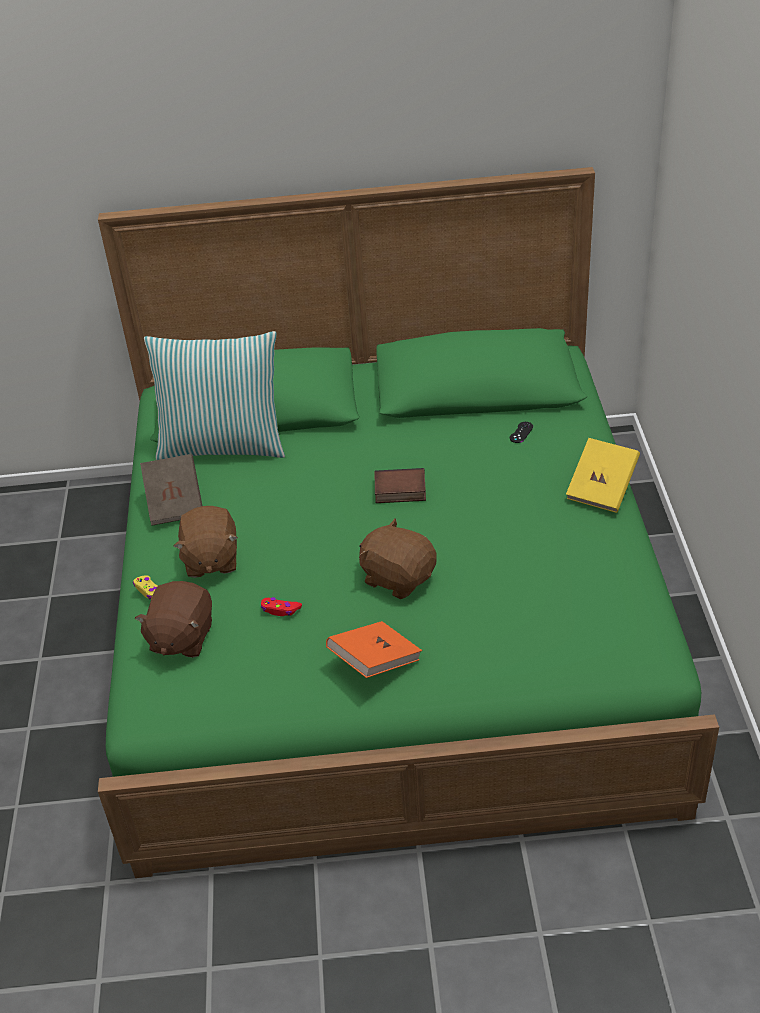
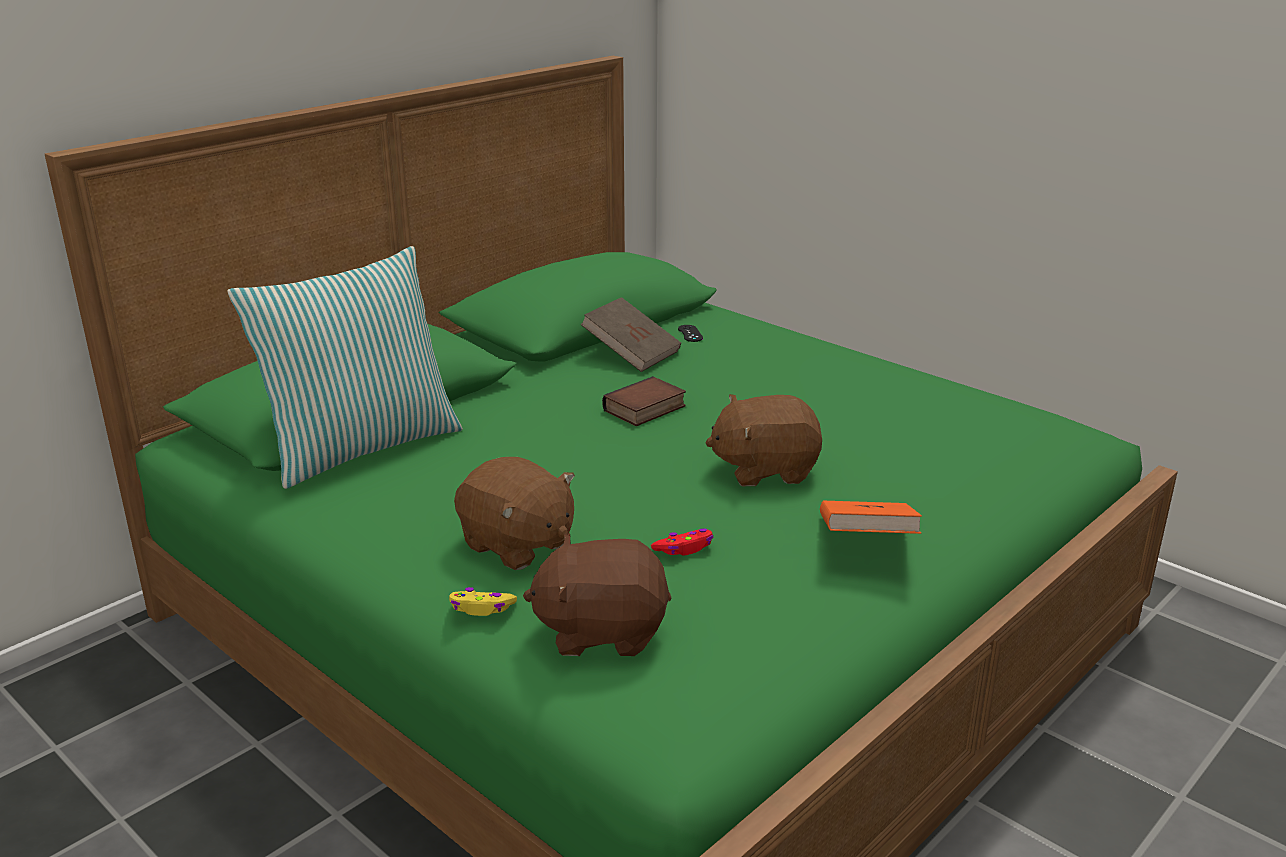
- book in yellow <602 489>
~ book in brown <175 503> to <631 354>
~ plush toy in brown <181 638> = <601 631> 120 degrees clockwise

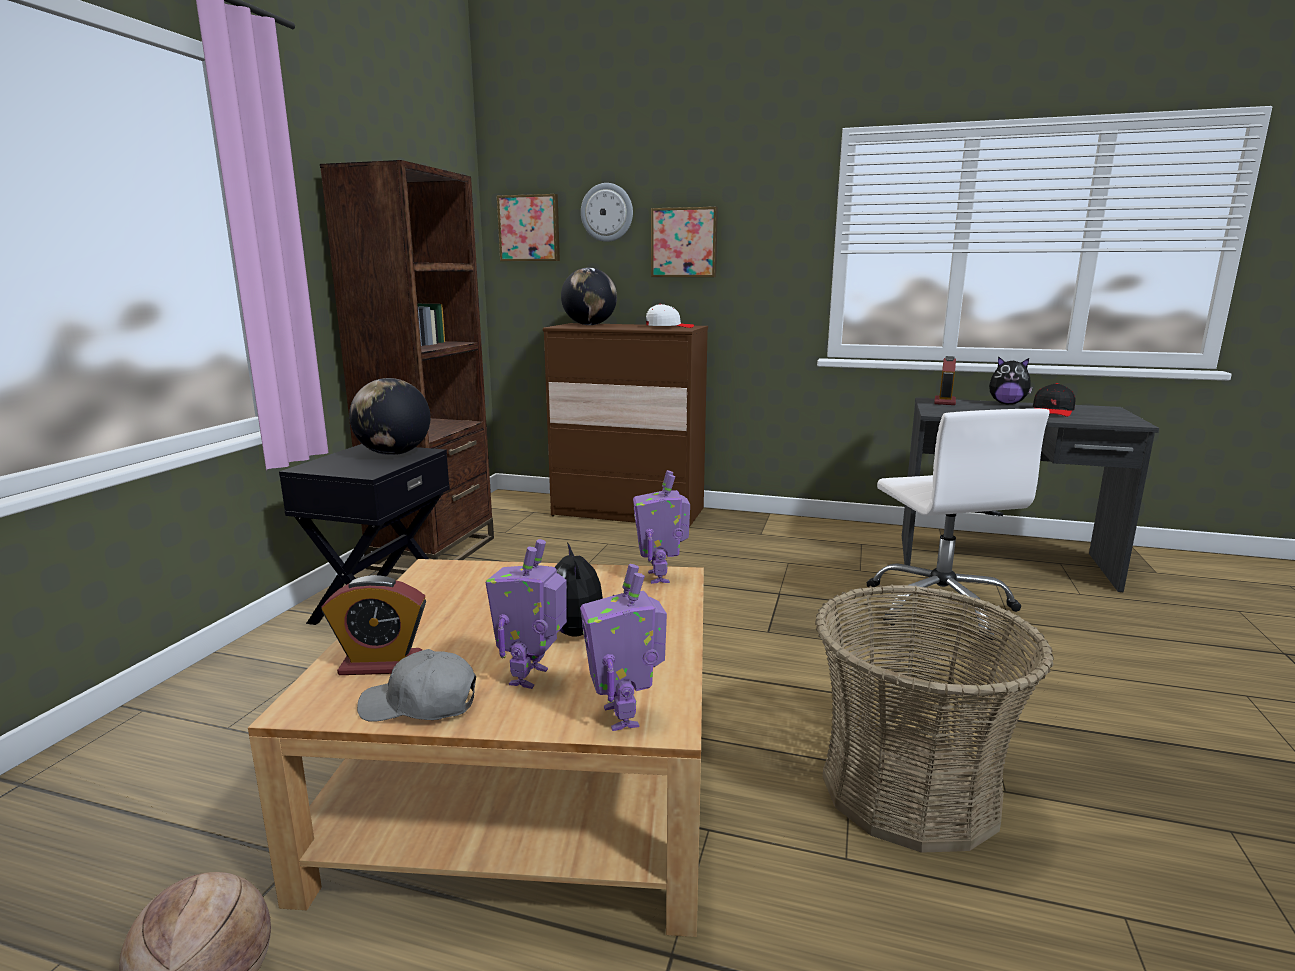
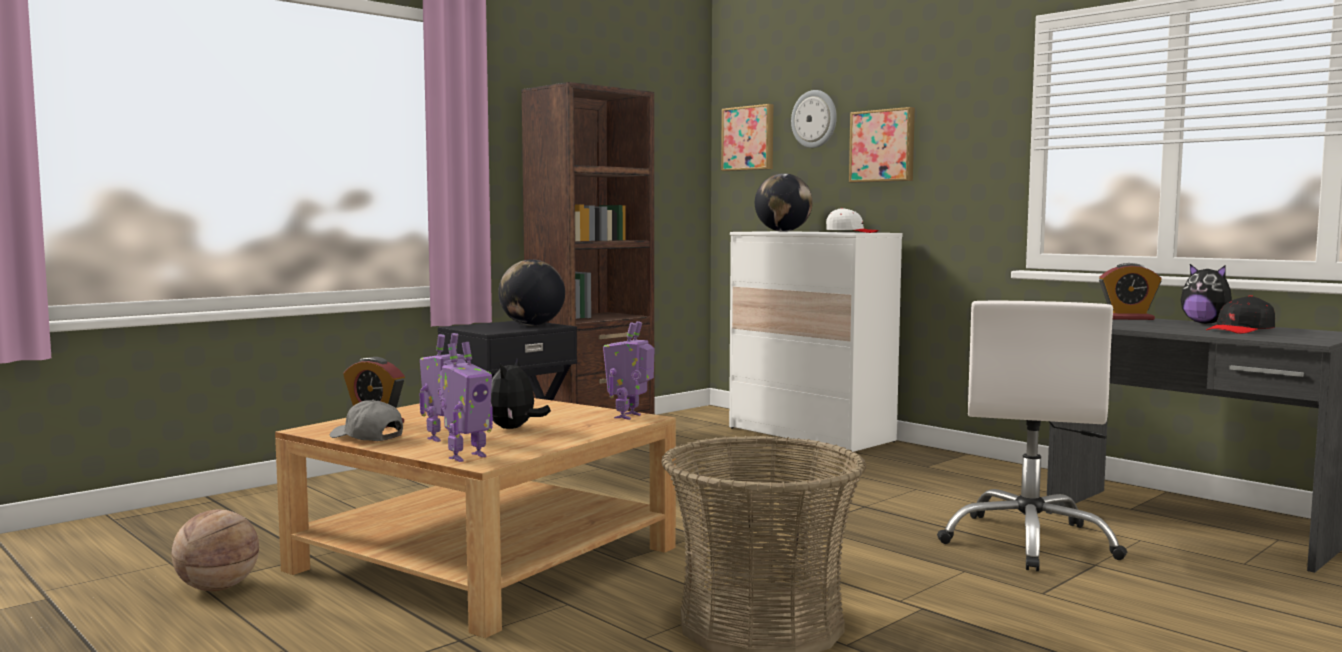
~ dresser in brown <628 512> to dresser in white <810 435>
~ toy robot <624 716> = <466 457> 150 degrees counterclockwise
~ alarm clock <944 402> = <1128 318> 45 degrees clockwise

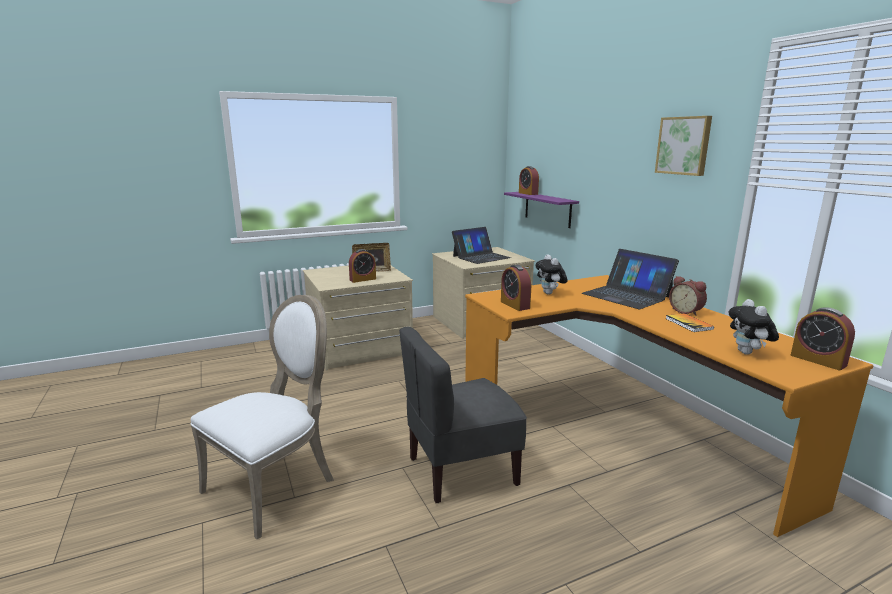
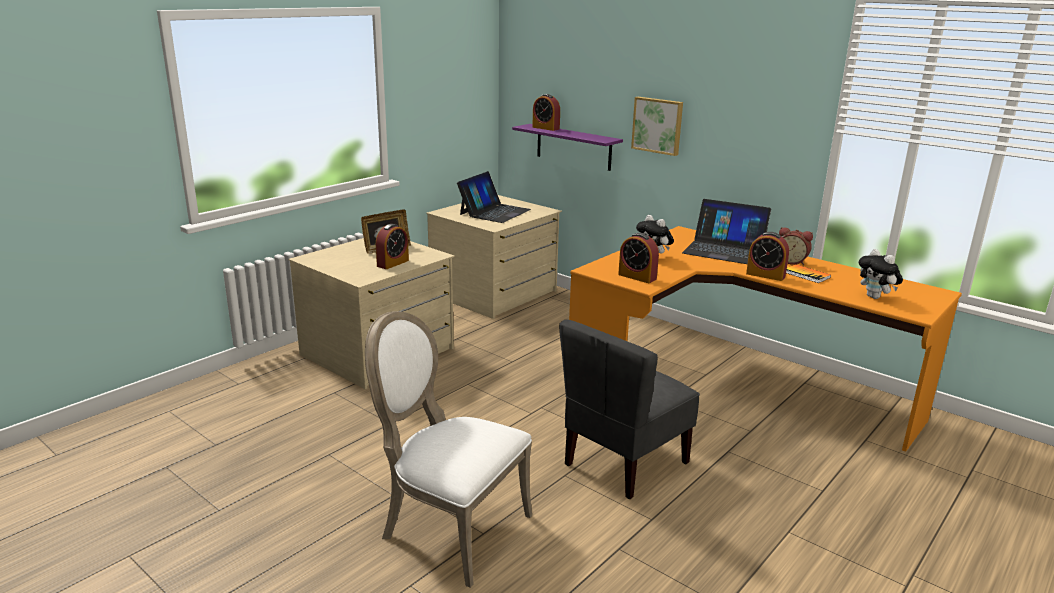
~ picture <684 145> to <658 125>
~ alarm clock <818 360> to <765 275>
~ chair in white <275 485> = <450 528> 75 degrees counterclockwise

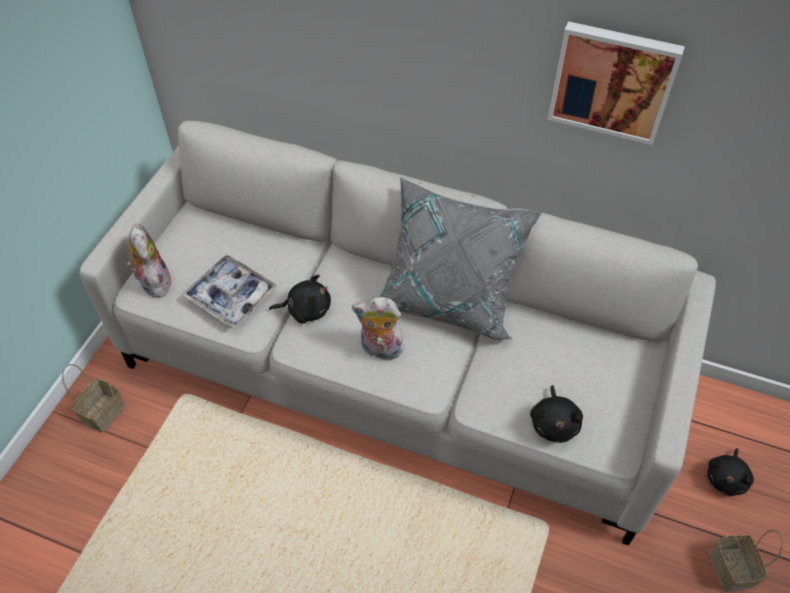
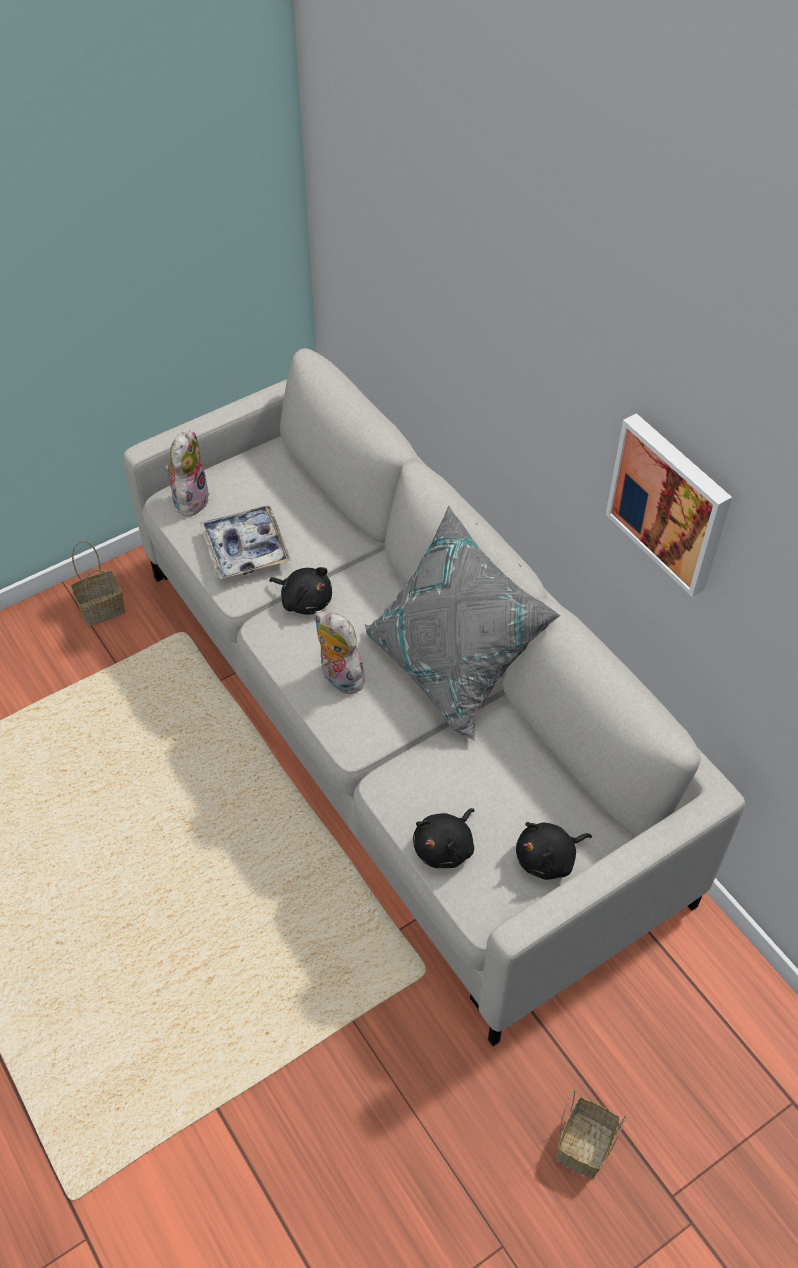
~ plush toy in black <726 478> to <548 858>

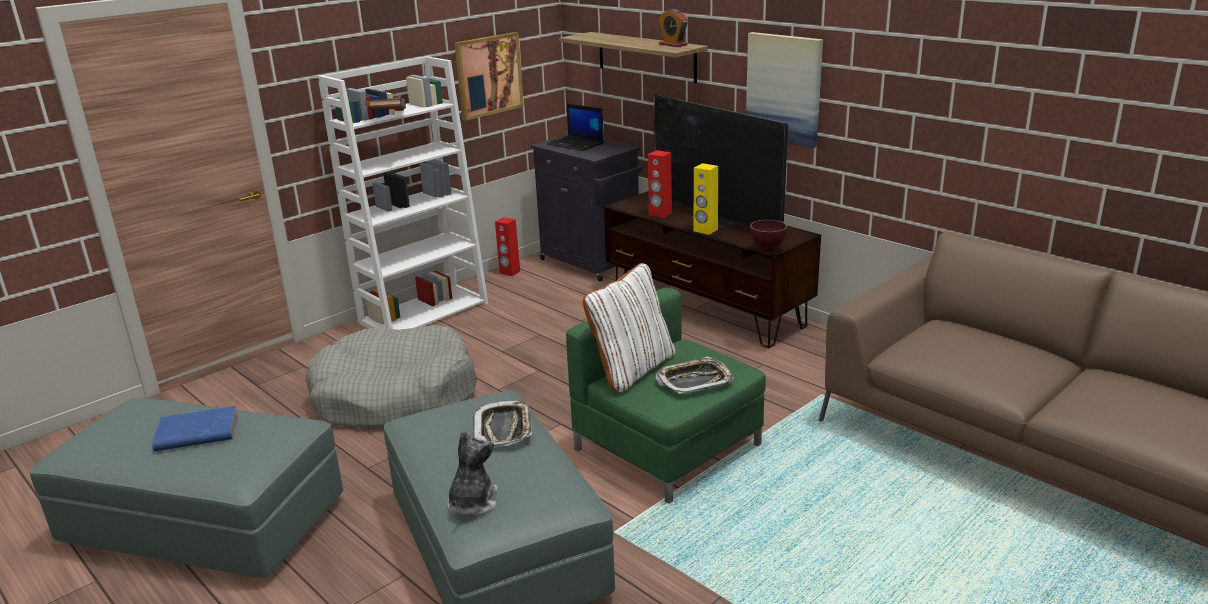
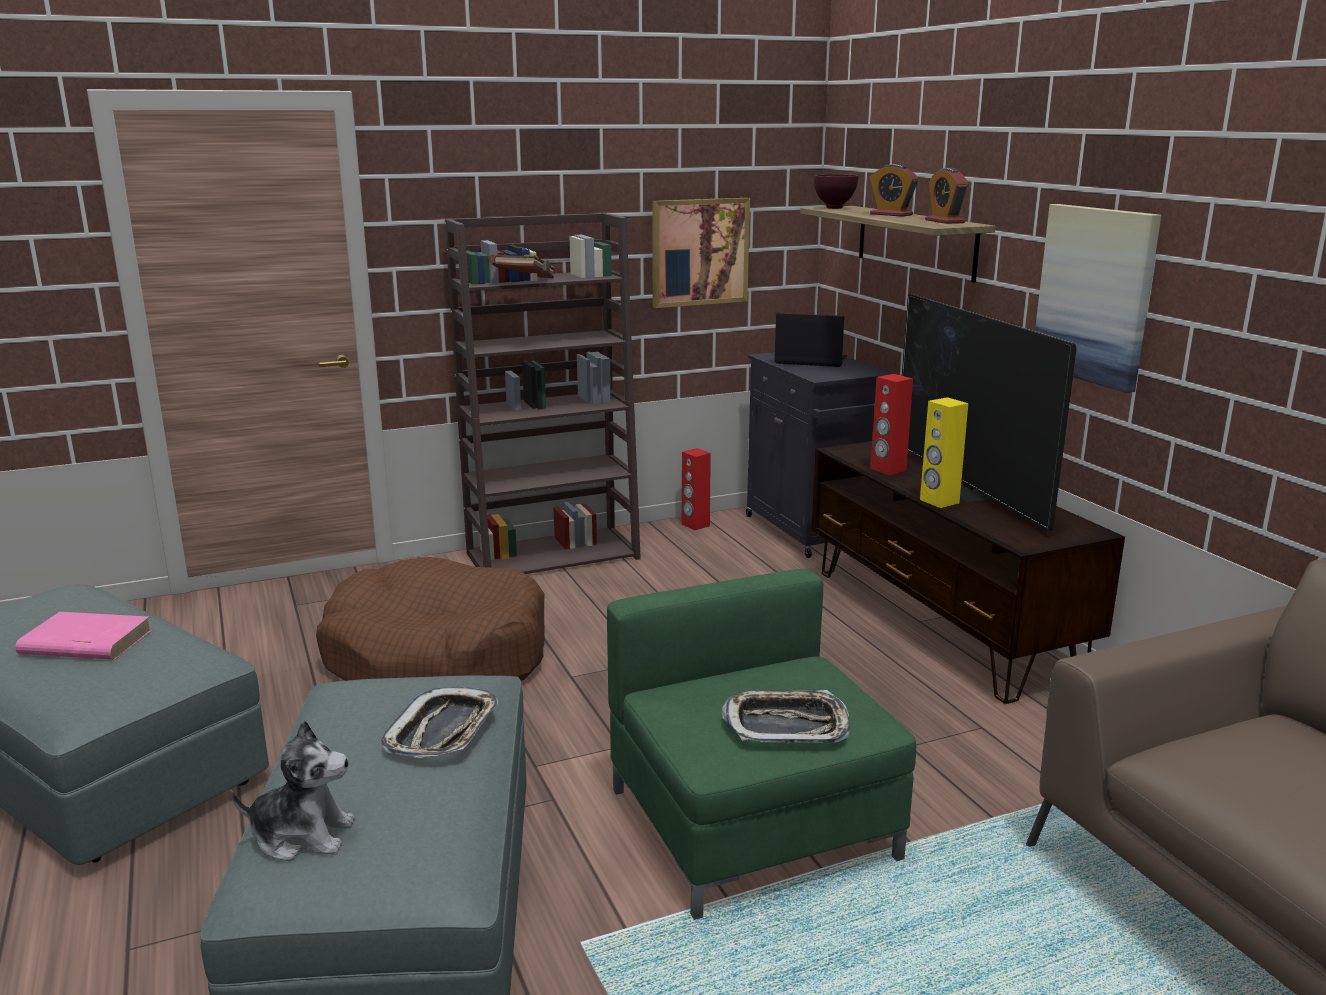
- pillow in white <632 369>
+ alarm clock <891 214>
~ bowl in brown <768 250> to <834 208>
~ book in blue <196 434> to book in pink <85 643>
~ dog bed in grey <395 396> to dog bed in brown <437 656>
~ bookcase in white <424 312> to bookcase in brown <554 555>
~ plush toy <472 503> = <302 835> 60 degrees clockwise
~ laptop <576 144> = <809 360> 135 degrees clockwise

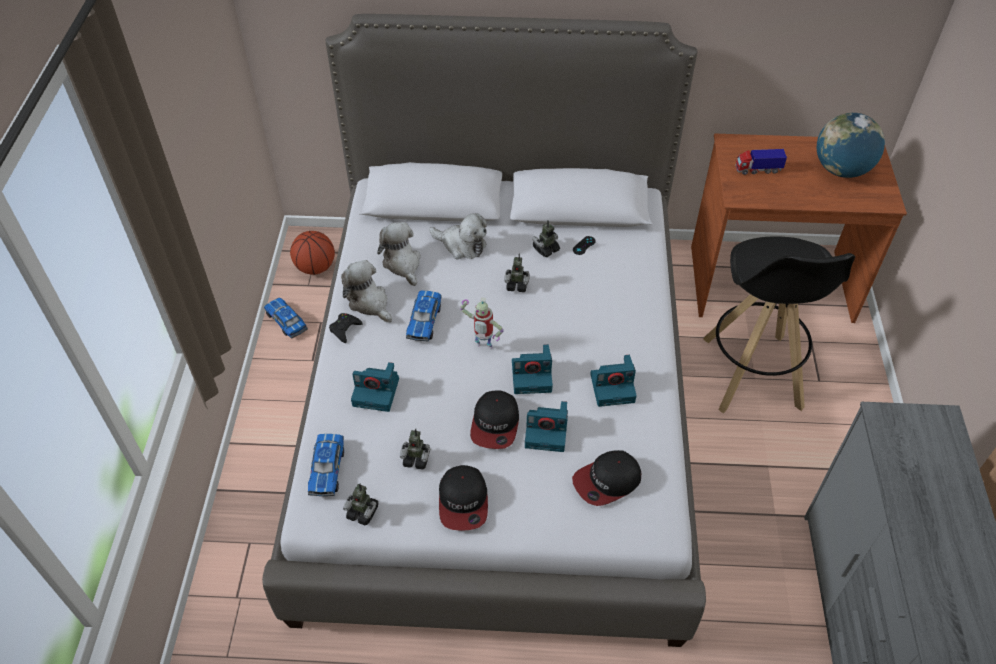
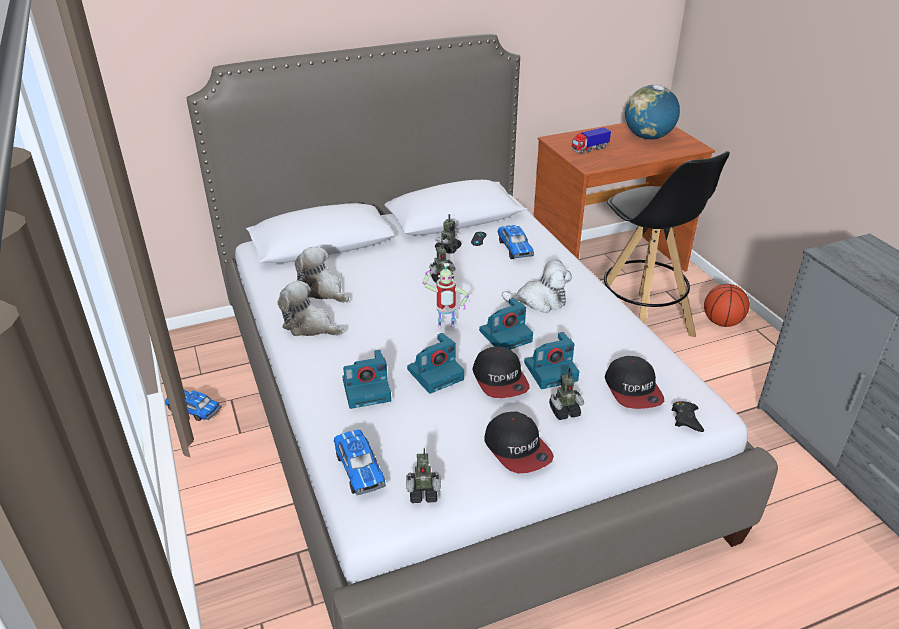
~ basketball <315 268> to <722 322>
~ game controller in black <345 329> to <686 419>
~ toy robot <416 458> to <564 411>
~ toy car <424 320> to <515 248>
~ plush toy <461 245> to <540 301>
~ photo camera <613 387> to <436 373>
~ cap <607 481> = <633 390> 45 degrees counterclockwise

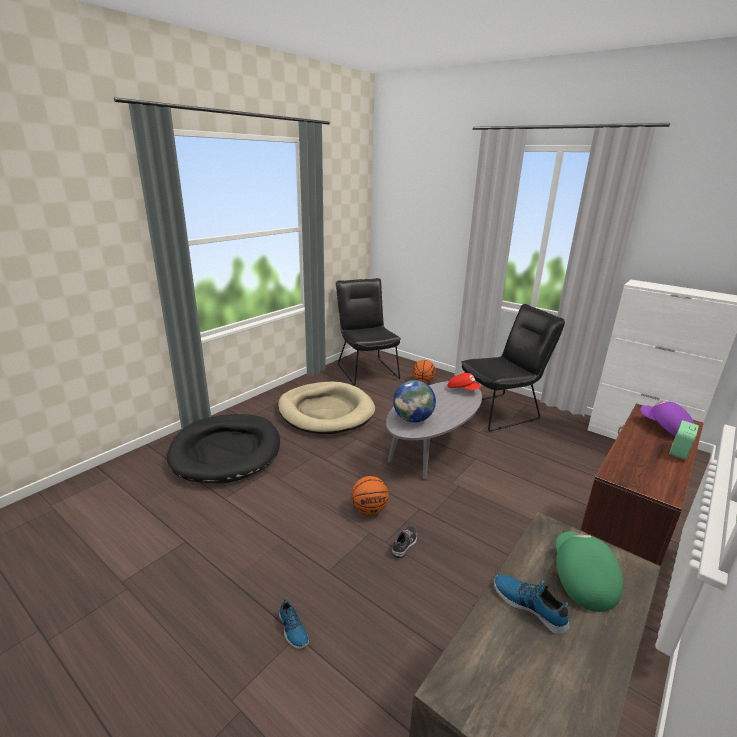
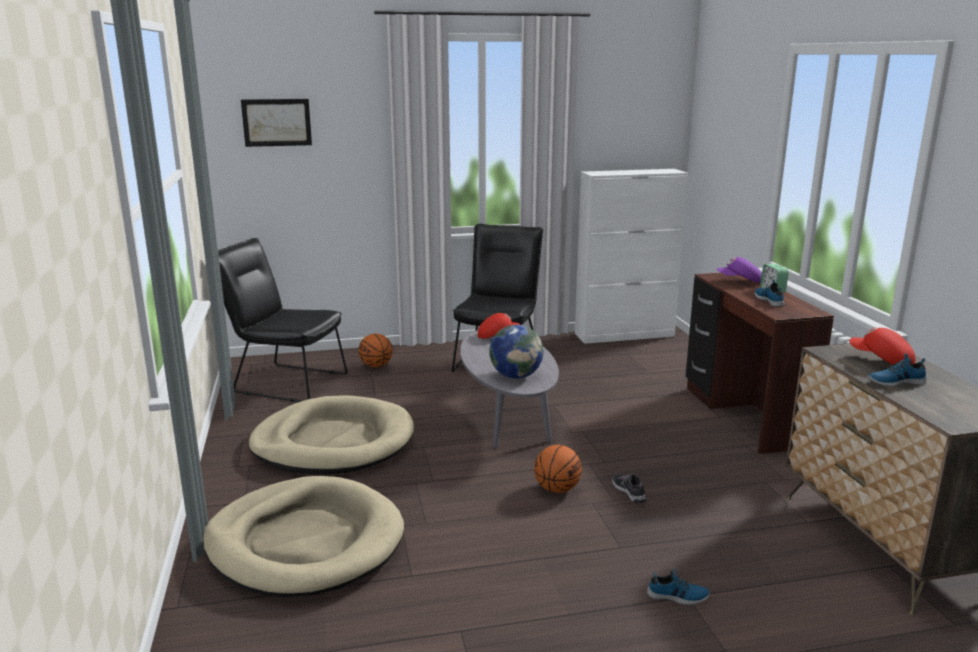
+ picture <277 122>
+ shoe <769 300>
~ dog bed in black <226 451> to dog bed in beige <305 542>
~ cap in green <581 578> to cap in red <881 361>

